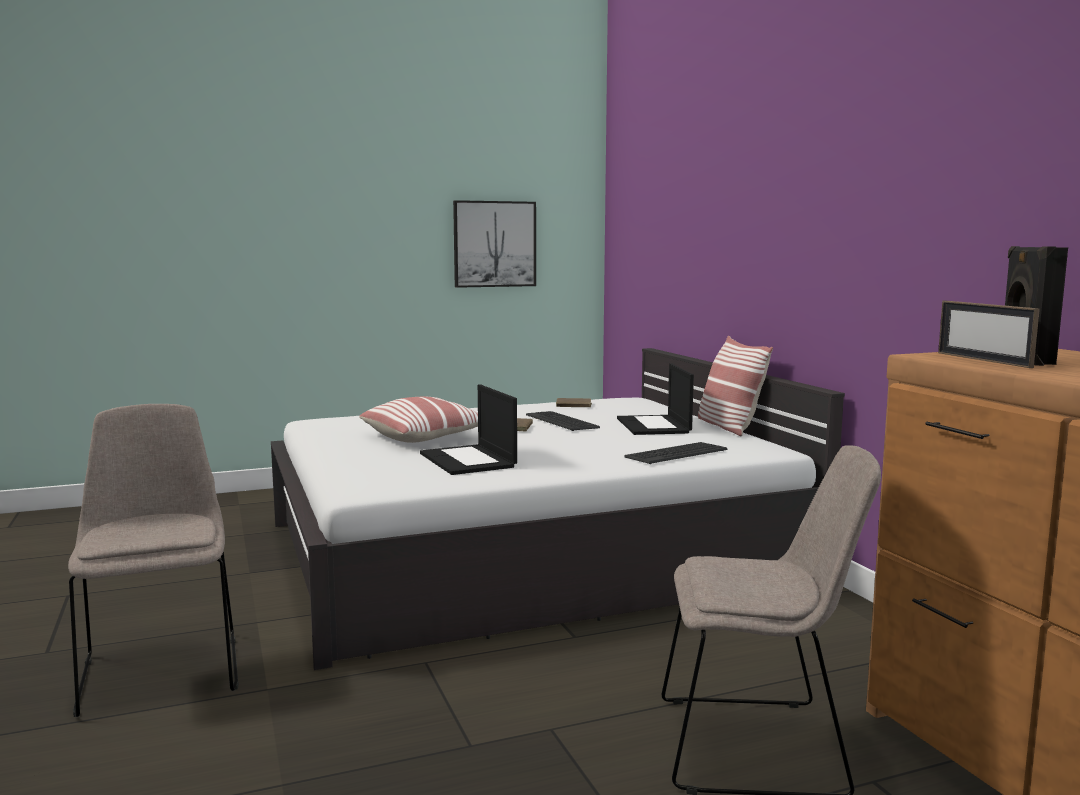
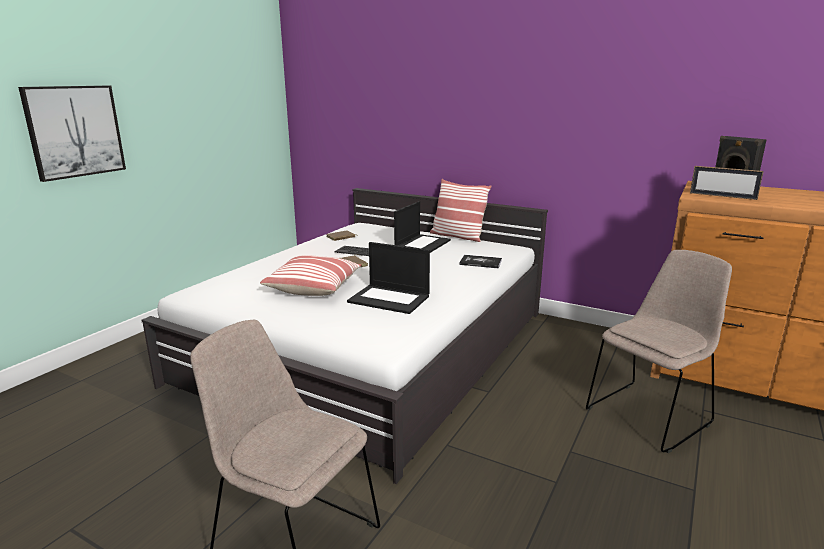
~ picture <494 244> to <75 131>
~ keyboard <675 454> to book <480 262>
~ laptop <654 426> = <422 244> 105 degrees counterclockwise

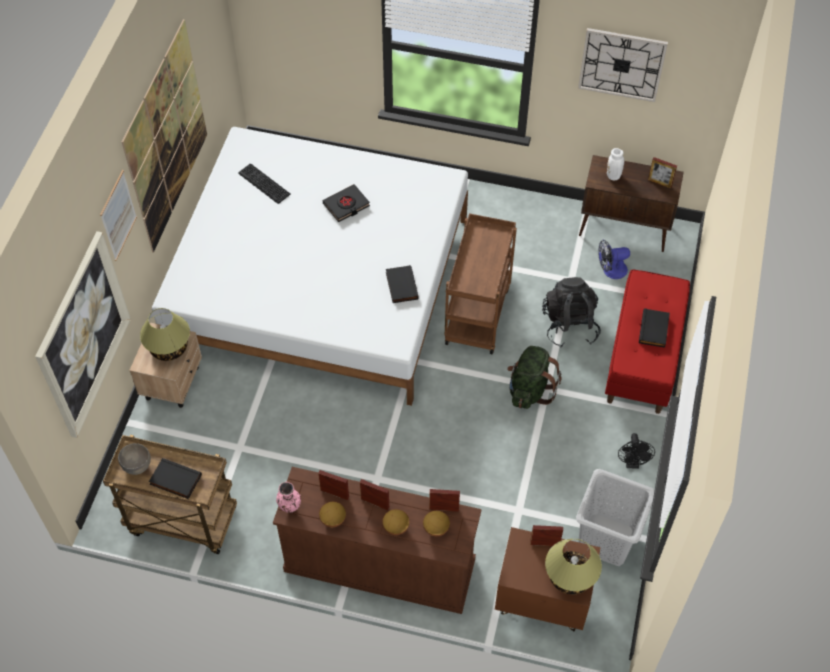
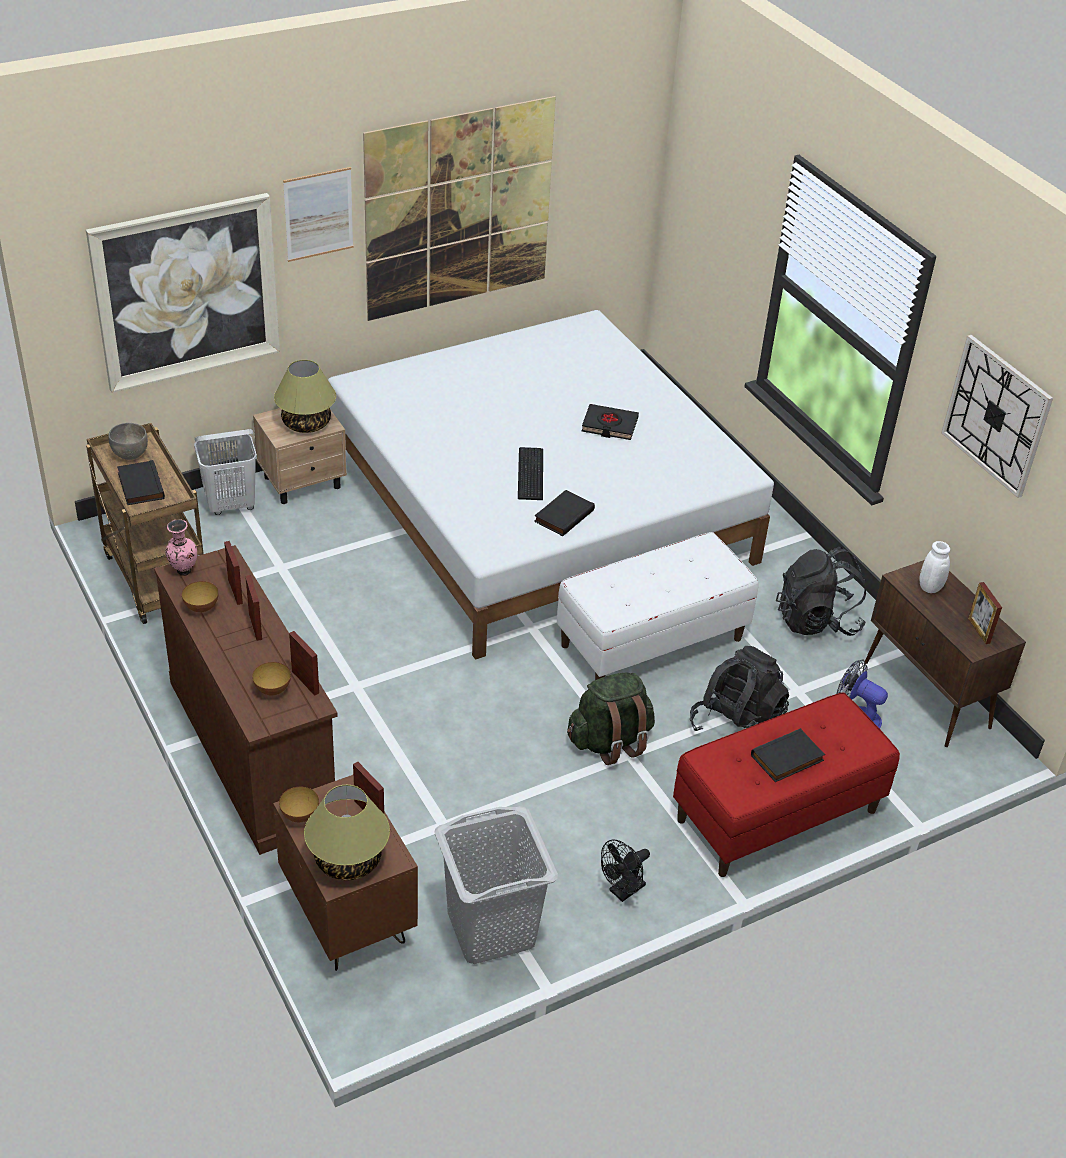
+ laundry basket in white <231 505>
+ backpack in black <817 620>
~ keyboard <264 184> to <529 474>
~ bowl <396 527> to <300 816>
~ cart in brown <476 314> to bench in white <651 642>

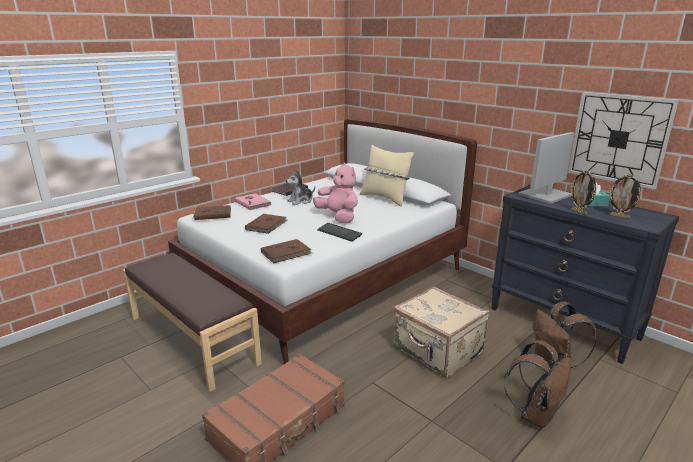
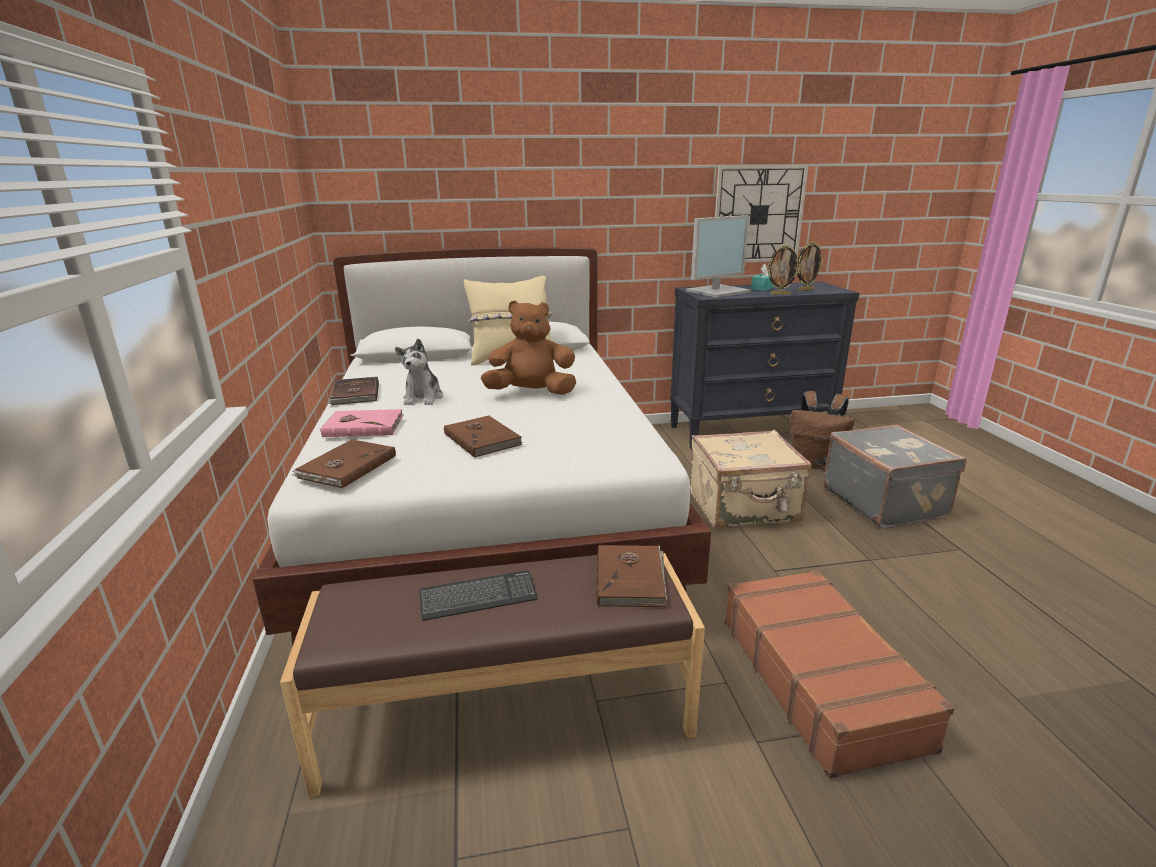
~ book in brown <286 253> to <631 578>
~ keyboard <339 233> to <478 597>
~ backpack in brown <535 414> to suitcase in grey <884 502>
~ plush toy in pink <338 217> to plush toy in brown <531 393>
~ monitor <545 195> = <718 291> 120 degrees counterclockwise

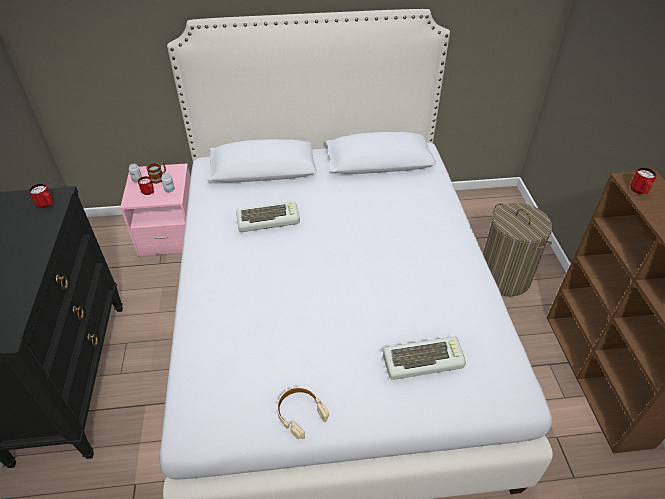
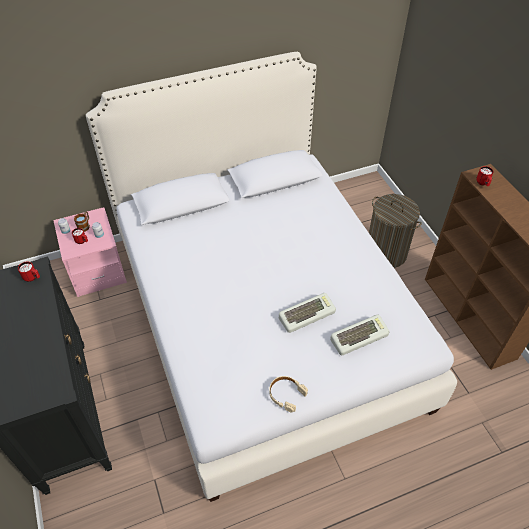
~ keyboard <268 220> to <306 314>

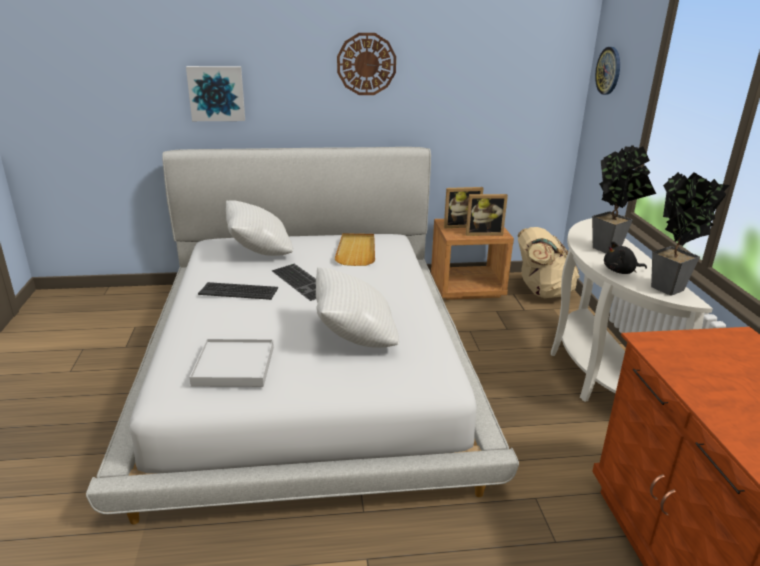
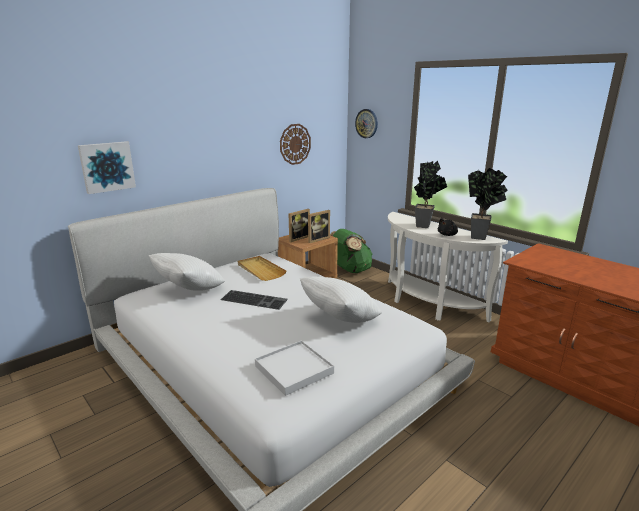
- keyboard <239 291>
~ wall clock <366 64> to <295 144>
~ backpack in beige <542 292> to backpack in green <350 270>

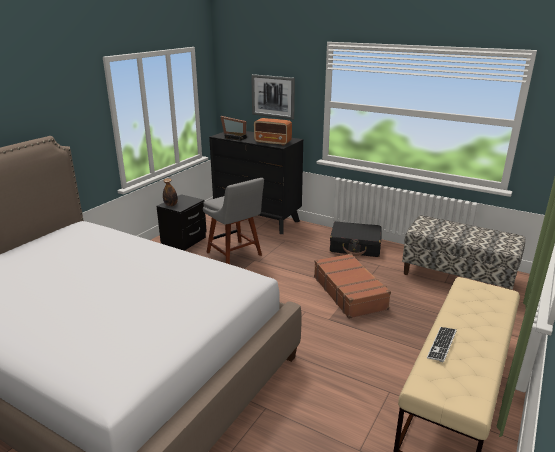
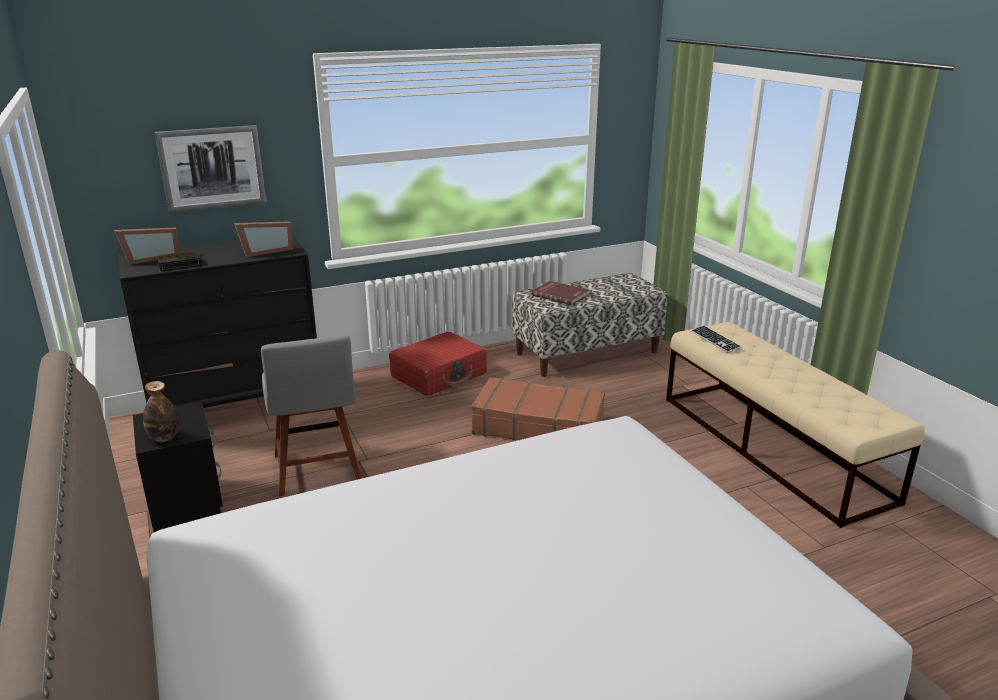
+ book in red <560 295>
~ keyboard <441 345> to <715 340>
~ radio <273 142> to picture frame <265 251>
~ suitcase in black <355 246> to suitcase in red <439 375>
~ chair in grey <235 255> = <317 471> 75 degrees clockwise

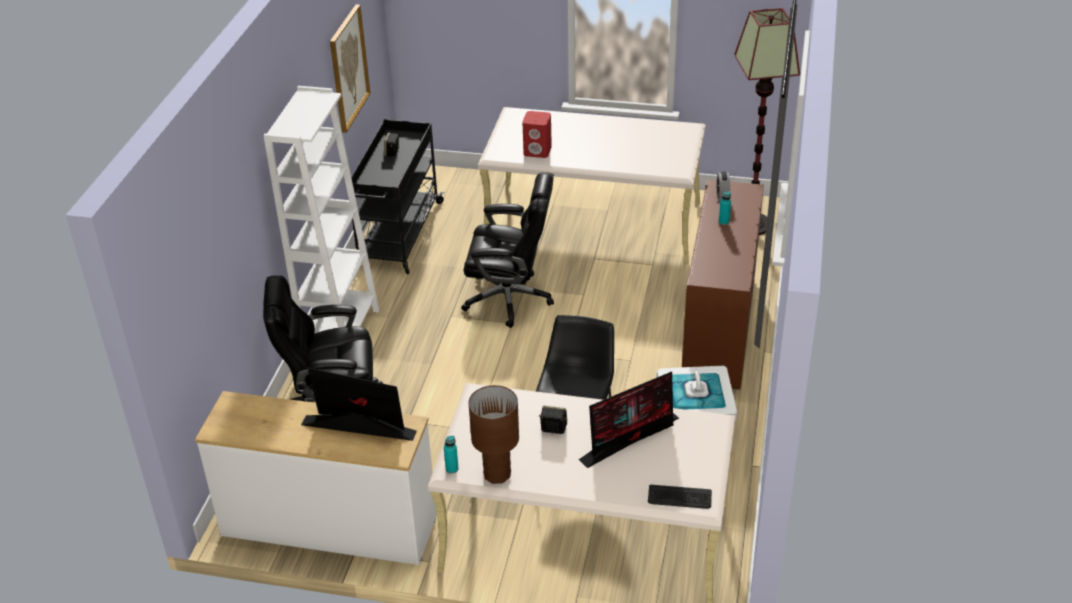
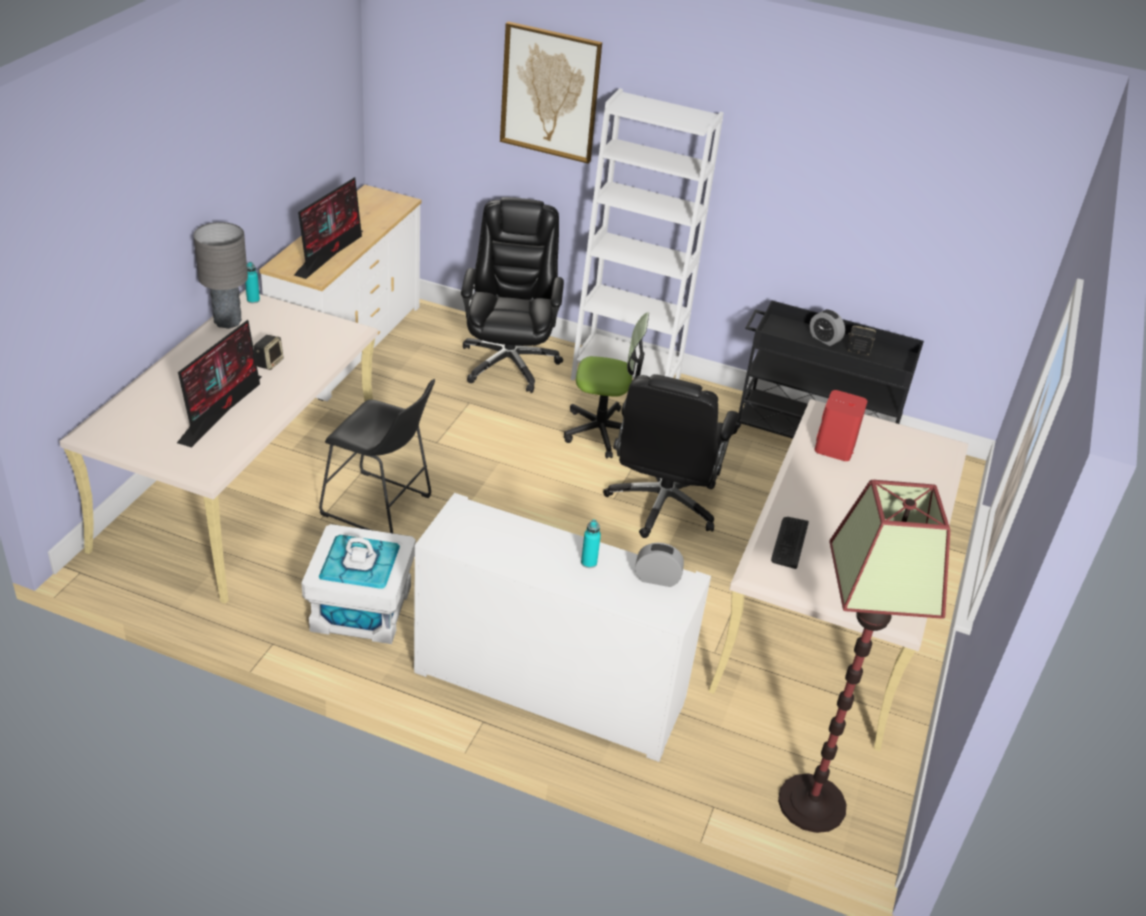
+ office chair <602 431>
+ alarm clock <824 339>
~ picture <348 68> to <550 92>
~ keyboard <679 497> to <789 542>
~ table lamp in brown <497 475> to table lamp in grey <227 321>
~ cabinet in brown <719 328> to cabinet in white <549 686>
~ monitor <631 438> = <222 407> 135 degrees counterclockwise

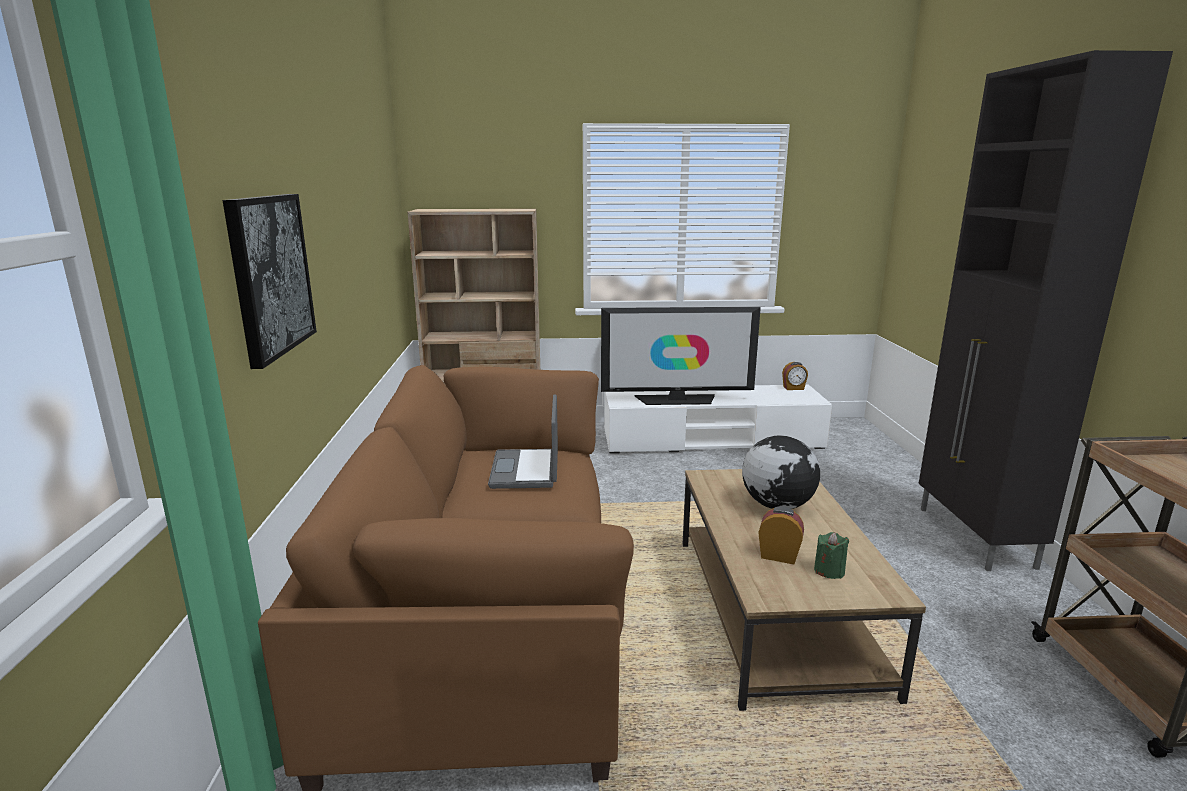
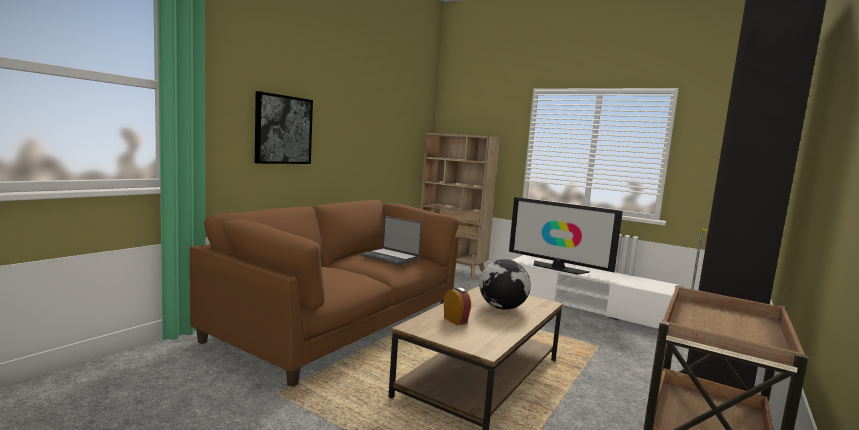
- alarm clock <793 388>
- candle in green <829 571>
~ laptop <527 470> = <391 257> 90 degrees counterclockwise

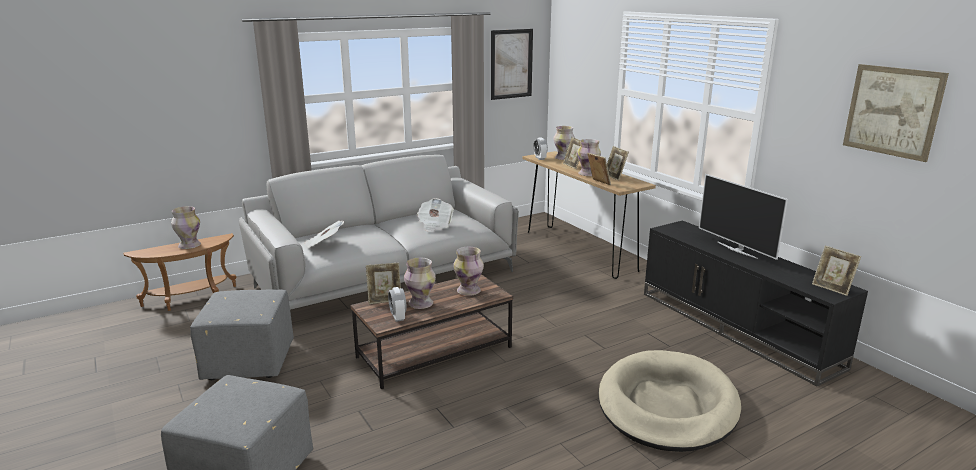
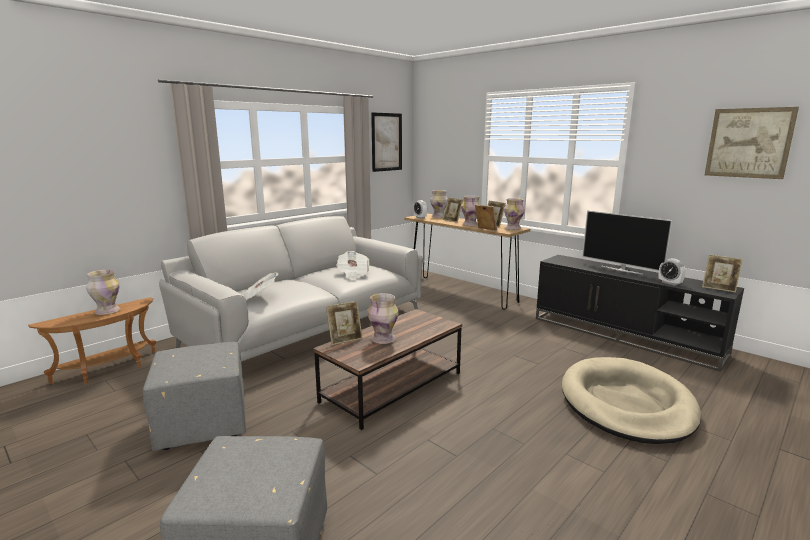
~ alarm clock <398 317> to <670 283>
~ vase <469 291> to <513 228>

